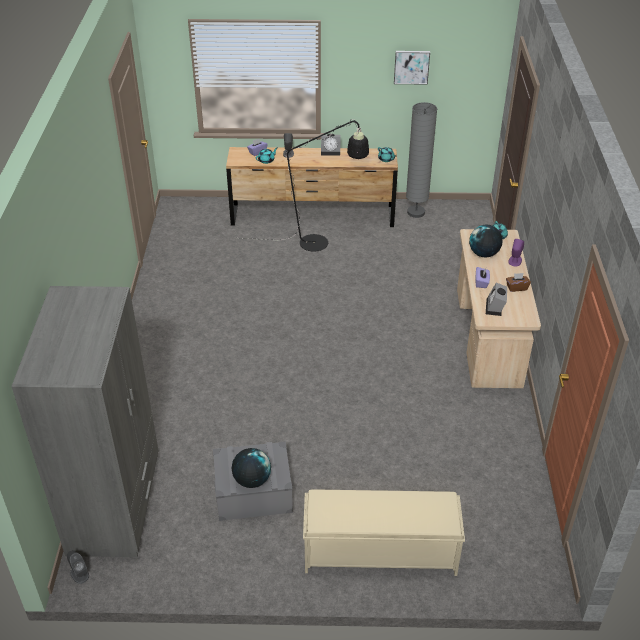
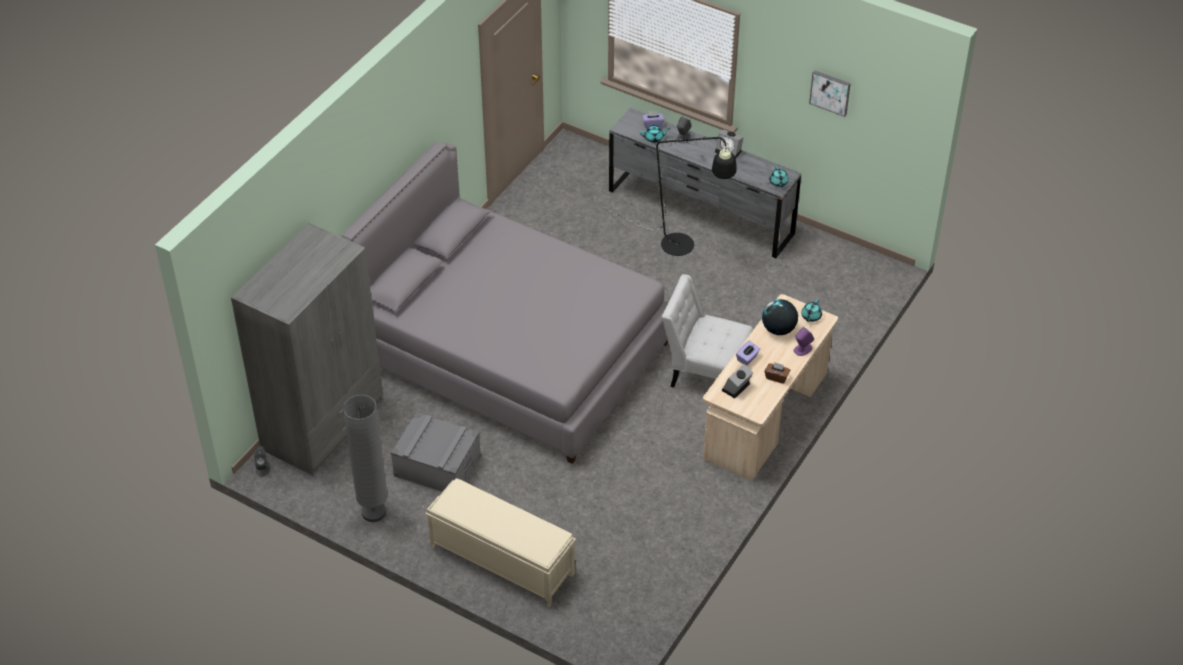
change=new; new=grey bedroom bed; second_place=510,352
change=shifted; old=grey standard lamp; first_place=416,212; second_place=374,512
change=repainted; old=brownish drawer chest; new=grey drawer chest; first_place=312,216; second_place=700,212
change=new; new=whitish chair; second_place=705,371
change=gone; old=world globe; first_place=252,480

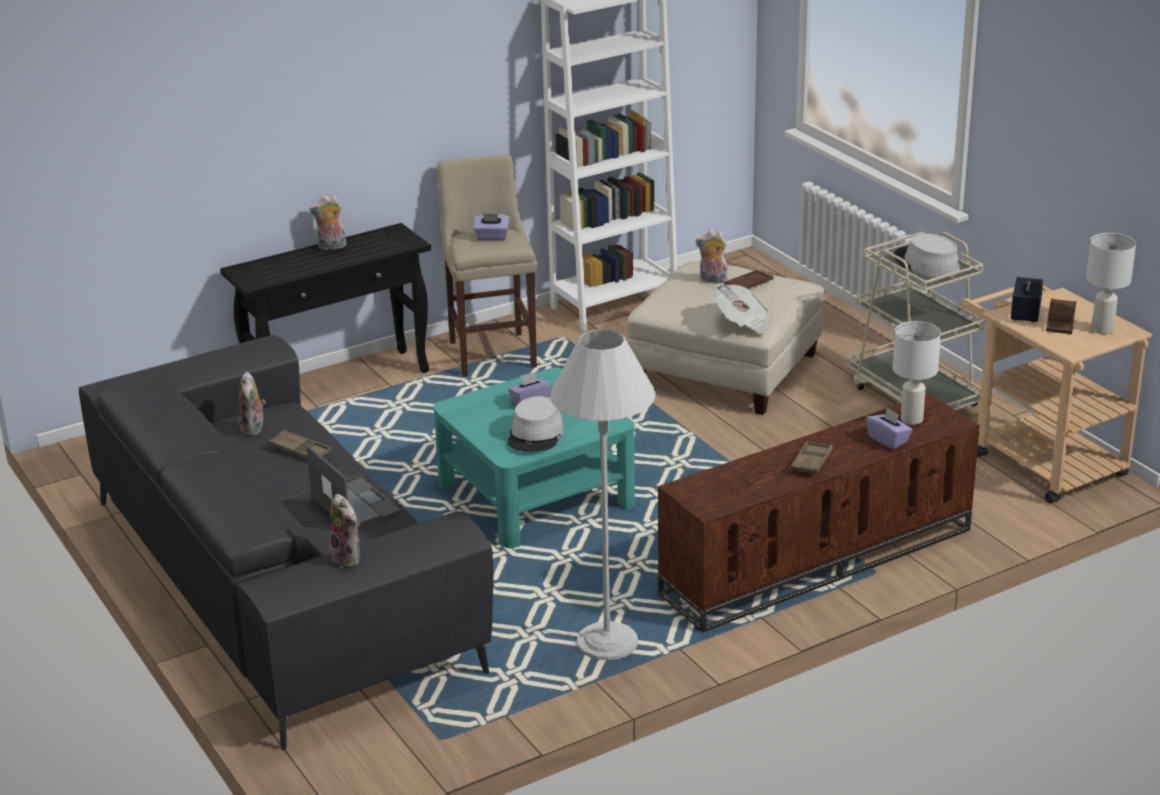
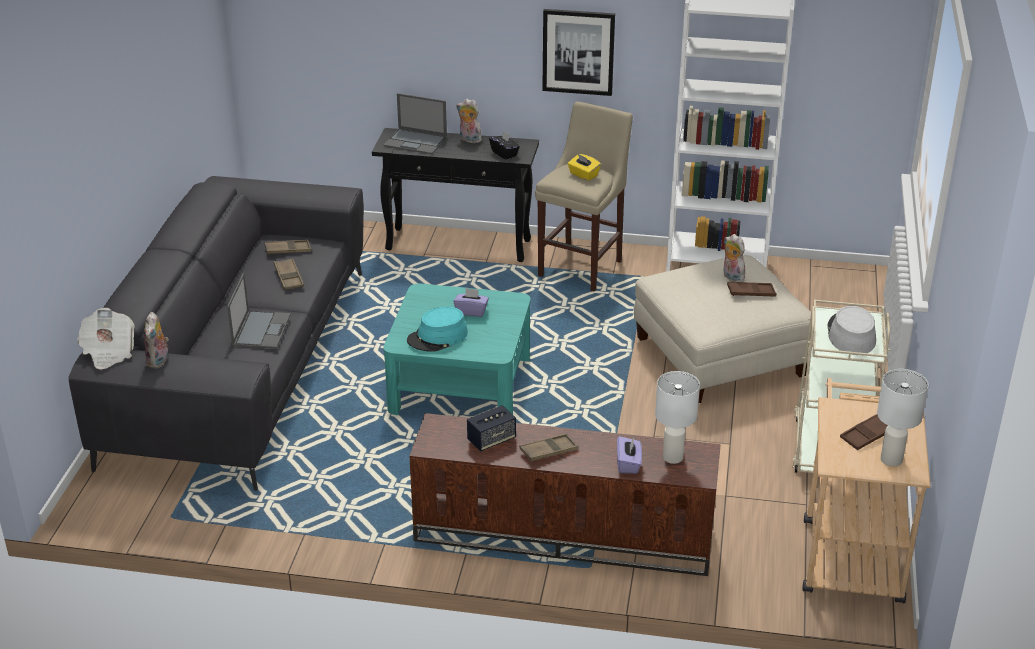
change=shifted; old=printed paper; first_place=743,323; second_place=108,352
change=swapped; old=cuddly toy; new=brownish serving tray; first_place=254,429; second_place=288,250
change=new; new=portable computer; second_place=416,142
change=repainted; old=grey hat; new=turquoise-coloured hat; first_place=536,435; second_place=437,337
change=shifted; old=audio speaker; first_place=1025,313; second_place=491,440
change=new; new=black-coloured tissue holder; second_place=504,153
change=new; new=wall picture; second_place=578,52
change=repainted; old=purple tissue holder; new=yellow tissue holder; first_place=492,237; second_place=583,175
change=gone; old=whitish standard lamp; first_place=607,642

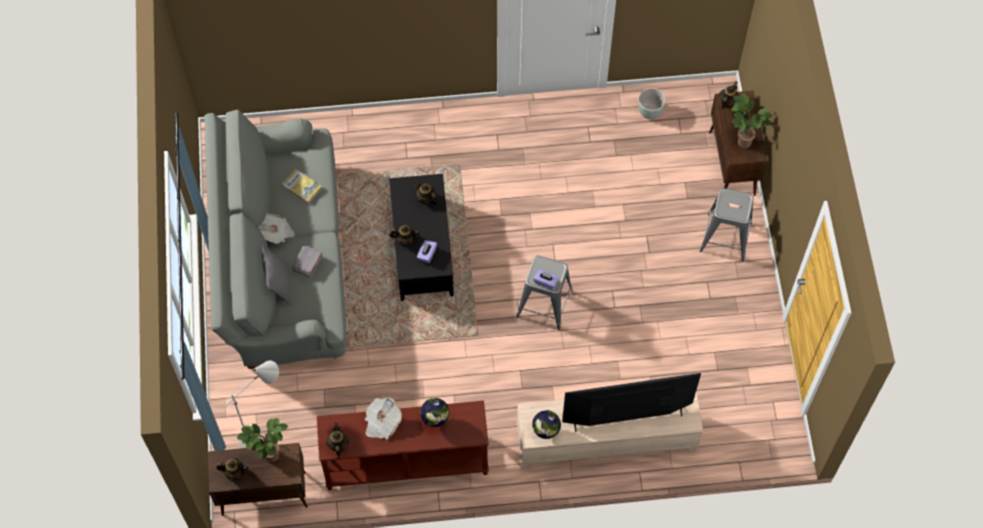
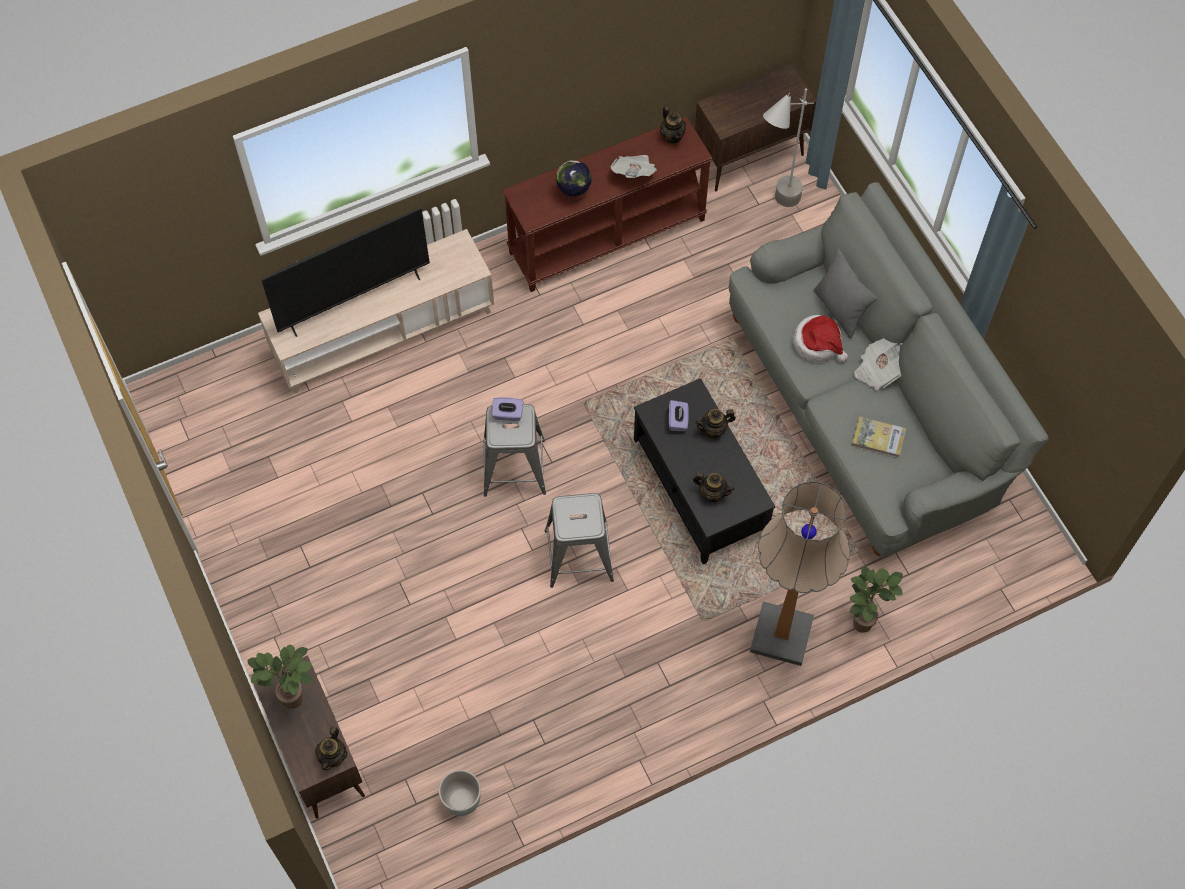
change=shifted; old=grey sitting stool; first_place=726,237; second_place=578,556
change=new; new=standard lamp; second_place=781,635
change=swapped; old=grey volume; new=hat; first_place=307,264; second_place=818,343
change=shifted; old=plant in a pot; first_place=270,458; second_place=863,620
change=gone; old=tea pot; first_place=234,473
change=gone; old=world globe; first_place=546,432

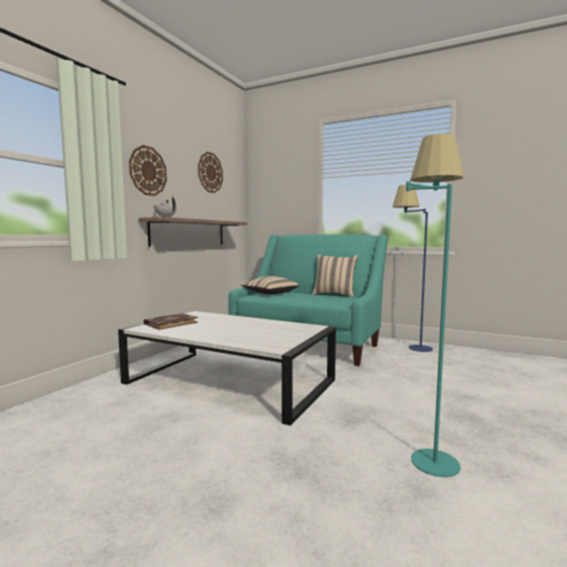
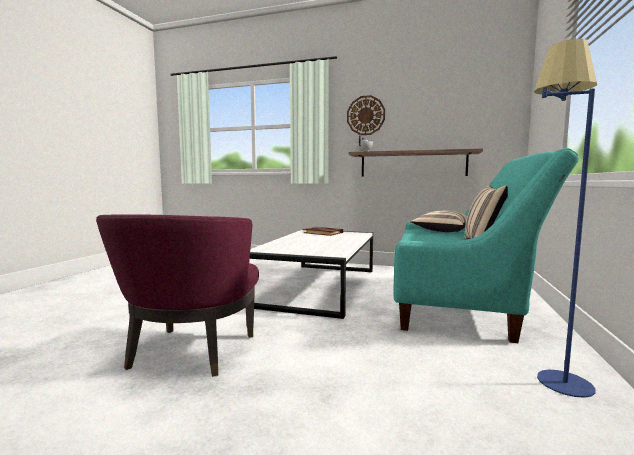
change=swapped; old=turquoise-coloured standard lamp; new=purple lounge chair; first_place=426,450; second_place=189,353
change=gone; old=hanging clock; first_place=210,172

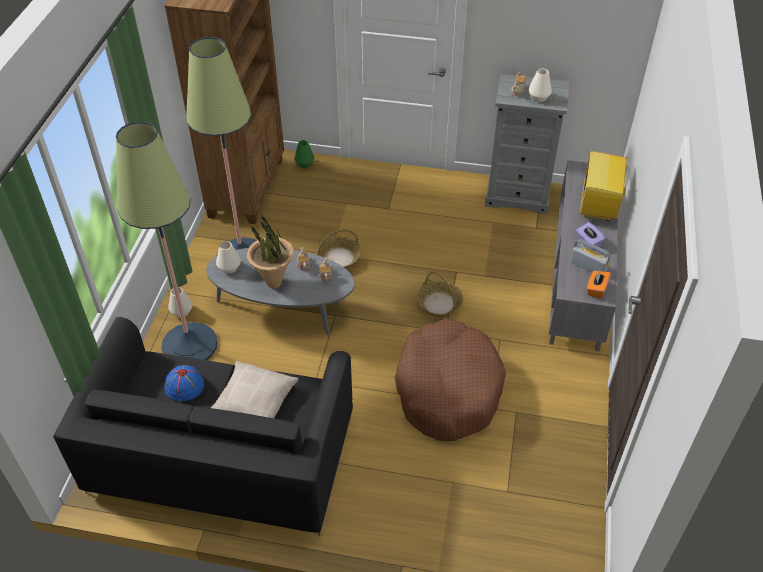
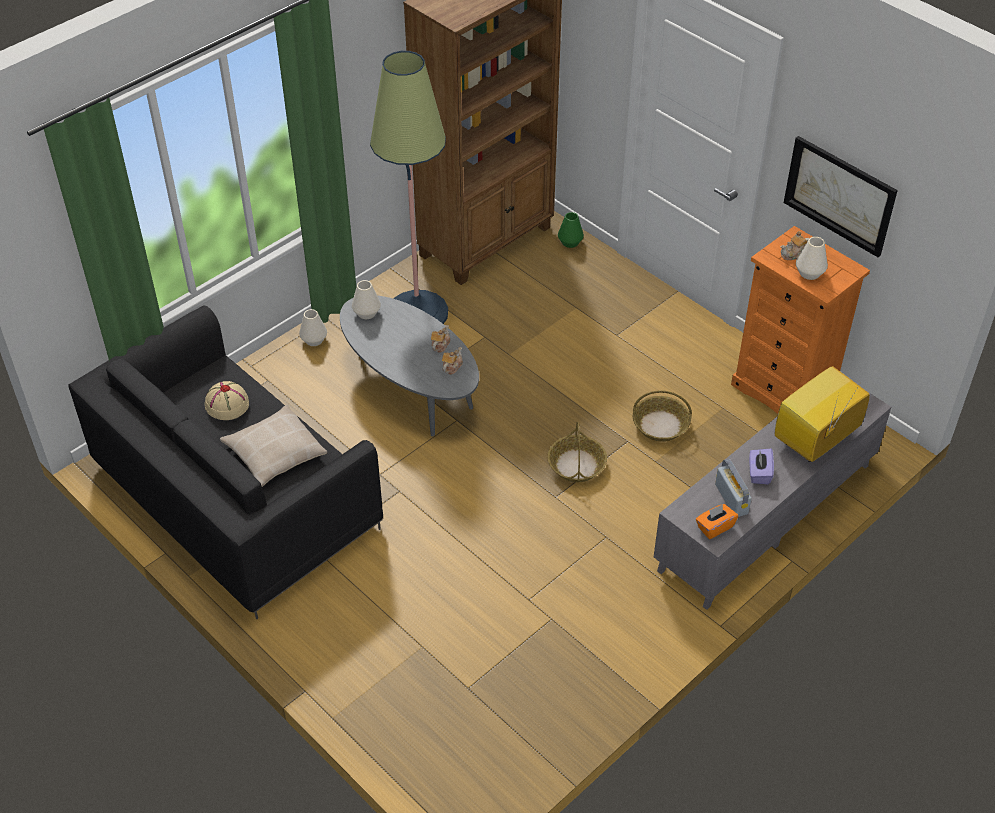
change=repainted; old=blue hat; new=beige-coloured hat; first_place=184,386; second_place=226,404
change=shifted; old=storage basket; first_place=338,258; second_place=661,425
change=repainted; old=grey drawer chest; new=orange drawer chest; first_place=518,195; second_place=784,391
change=new; new=wall picture; second_place=839,195
change=gone; old=standard lamp; first_place=189,345
change=gone; old=plant in a pot; first_place=274,283
change=gone; old=brownish dog bed; first_place=448,389

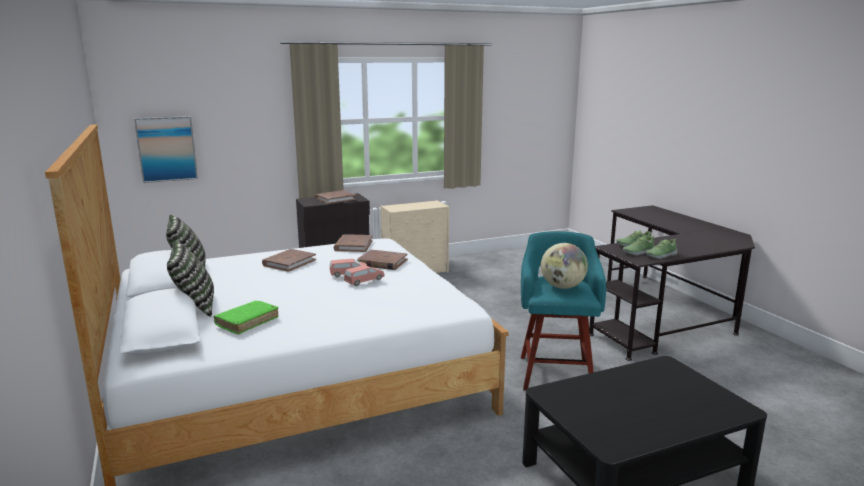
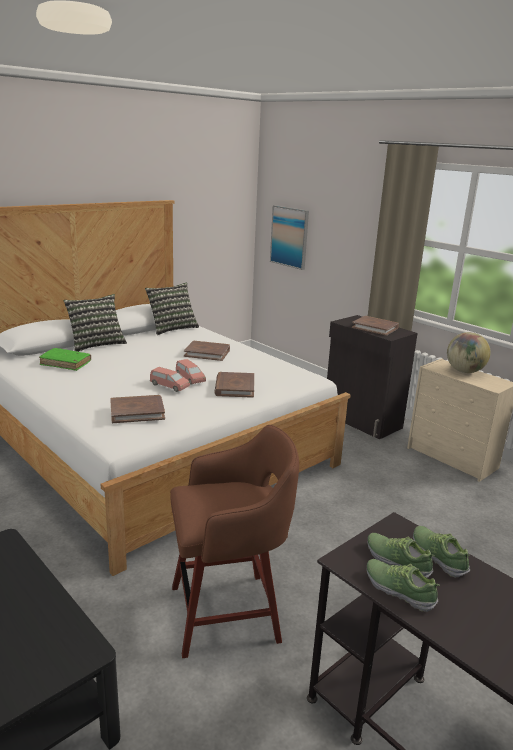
change=shifted; old=brownish volume; first_place=353,245; second_place=137,411
change=repainted; old=turquoise-coloured sitting stool; new=brownish sitting stool; first_place=556,373; second_place=228,613
change=shifted; old=world globe; first_place=562,287; second_place=464,371

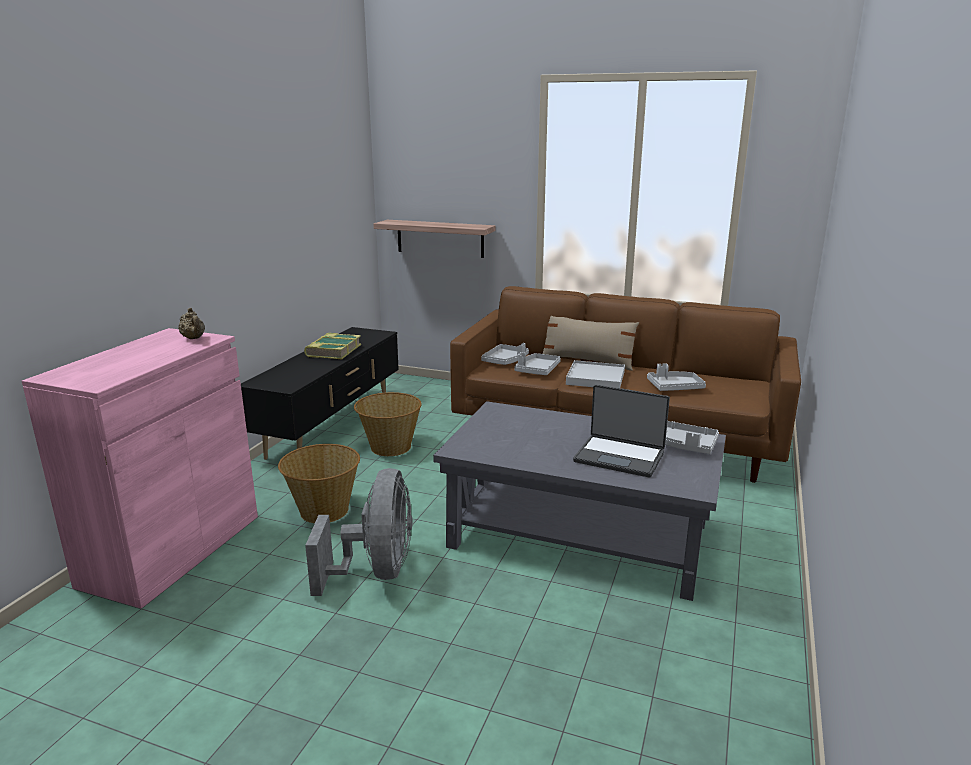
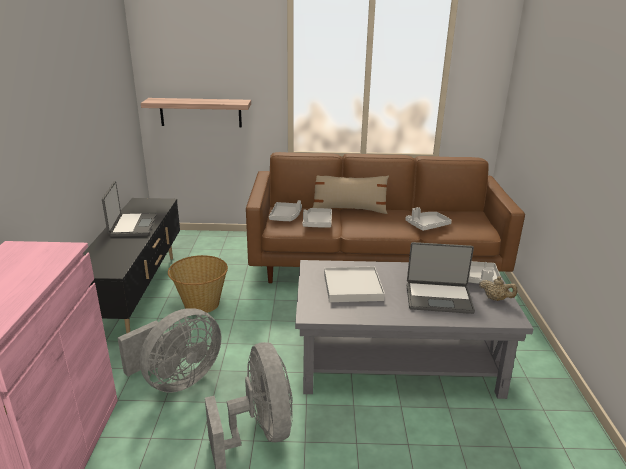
change=swapped; old=volume; new=portable computer; first_place=333,351; second_place=132,226
change=swapped; old=storage basket; new=grey fan; first_place=324,510; second_place=177,380
change=shifted; old=whitish serving tray; first_place=595,378; second_place=353,287
change=shifted; old=beige-coloured tea pot; first_place=194,338; second_place=495,299

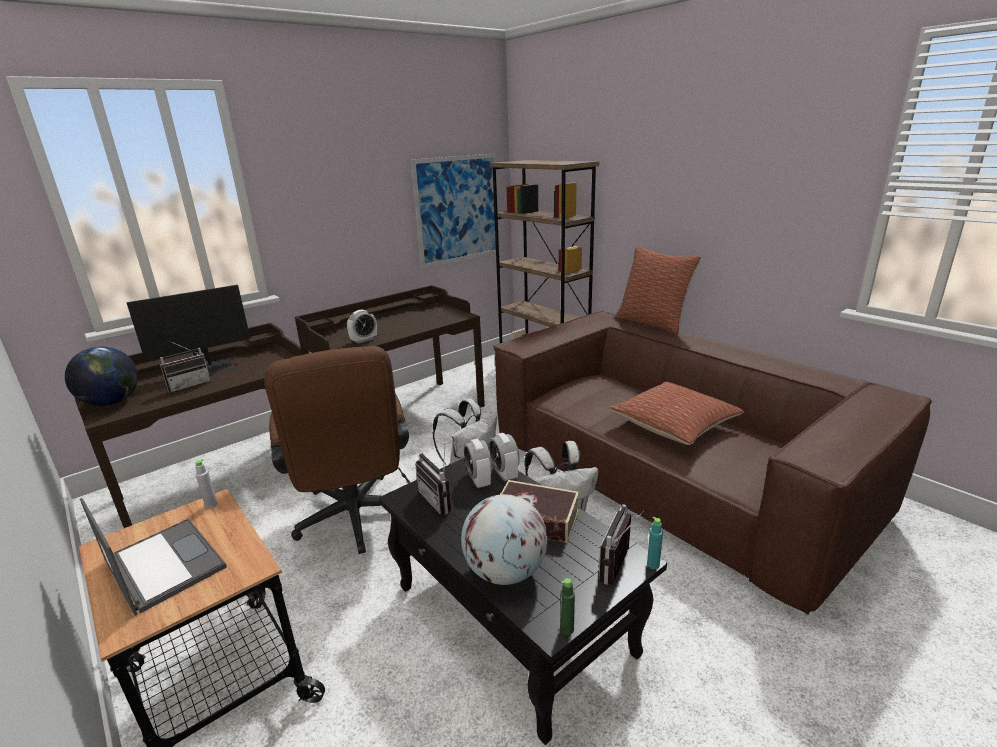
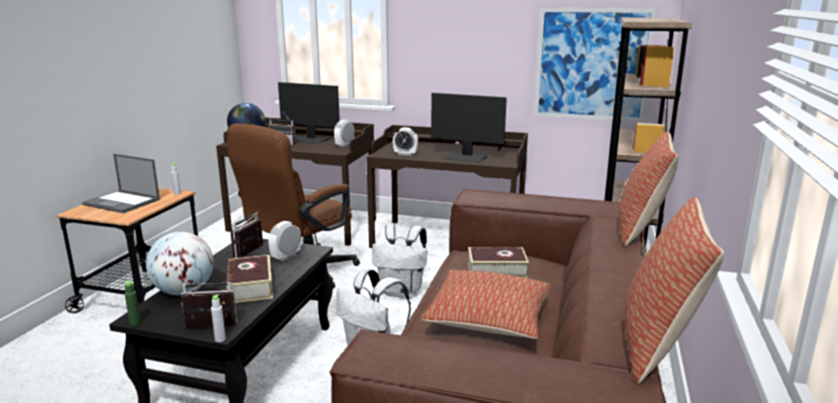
change=rotated; old=portable computer; first_place=163,564; second_place=122,202; degrees=105
change=repainted; old=turquoise-coloured drink bottle; new=grey drink bottle; first_place=653,565; second_place=220,339
change=shifted; old=alarm clock; first_place=504,474; second_place=345,145
change=new; new=computer display; second_place=465,158
change=new; new=volume; second_place=496,270
change=new; new=cushion; second_place=657,346

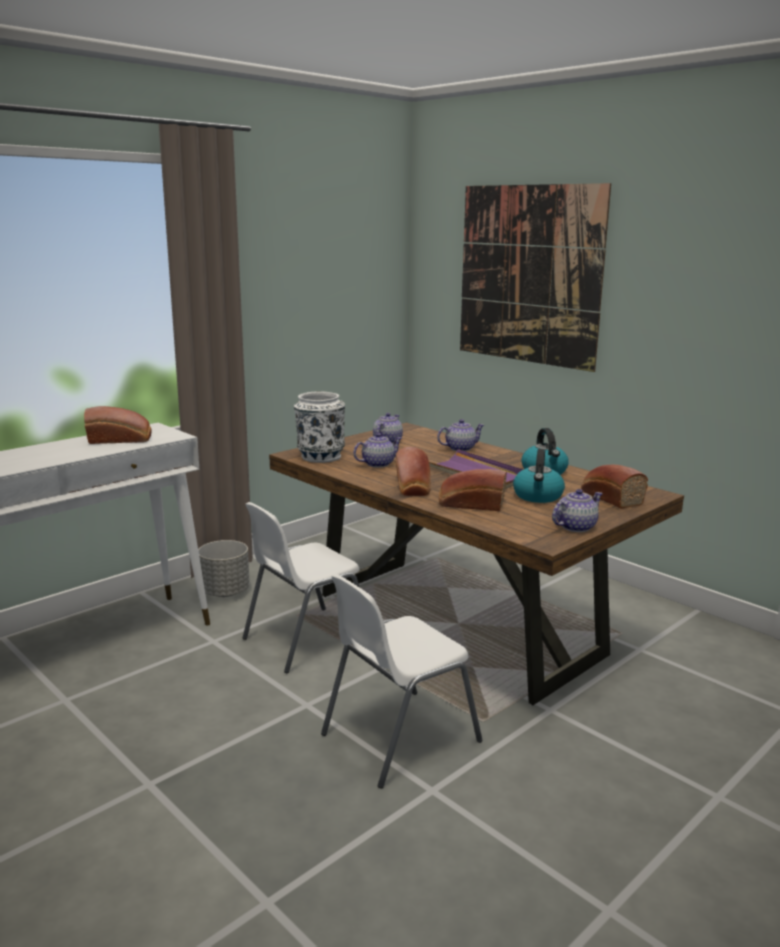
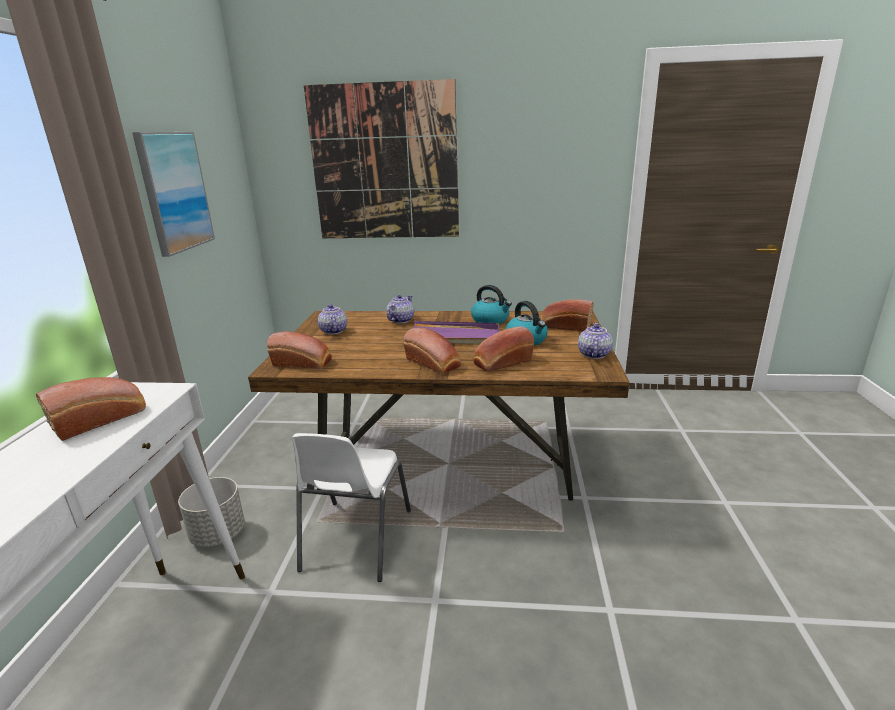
change=new; new=wall picture; second_place=174,192
change=swapped; old=whitish decorative vase; new=bakery bread; first_place=320,457; second_place=303,363
change=gone; old=whitish chair; first_place=397,738
change=gone; old=tea pot; first_place=377,464

